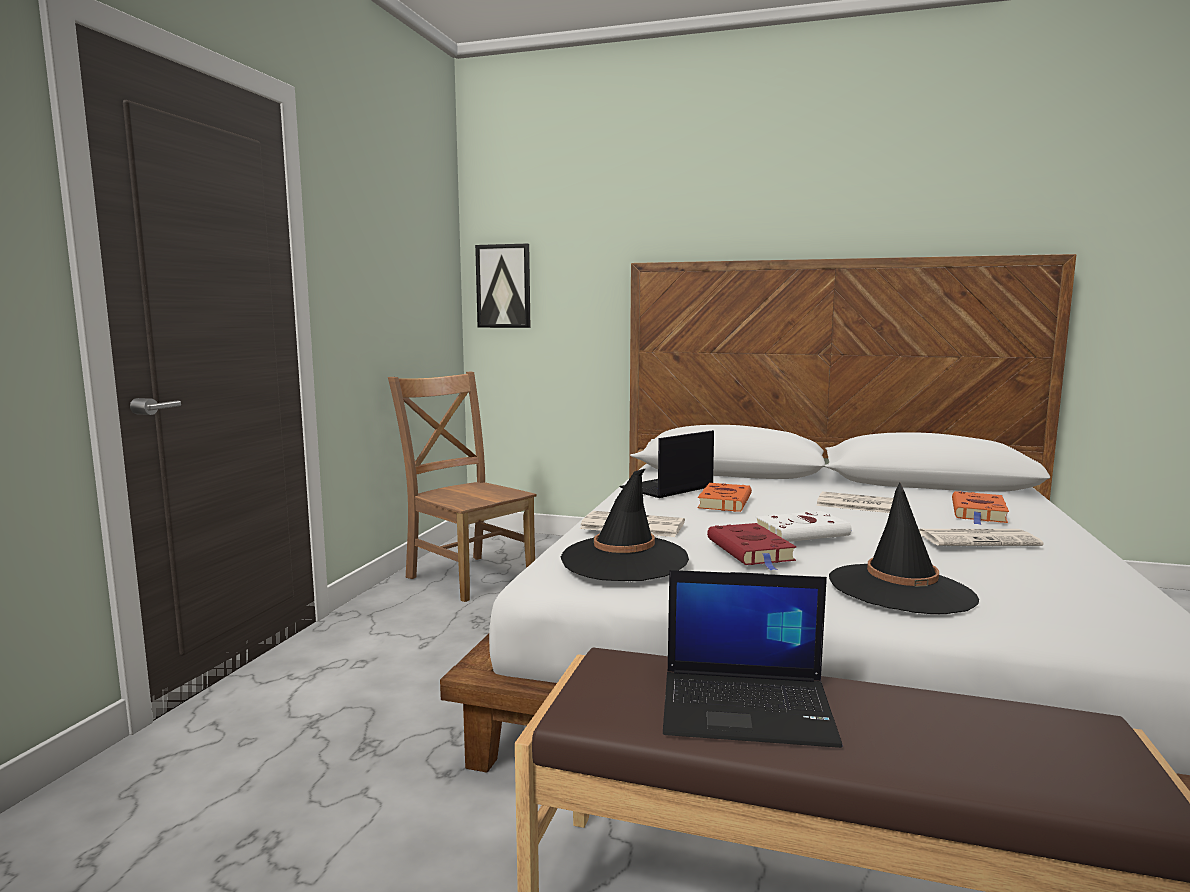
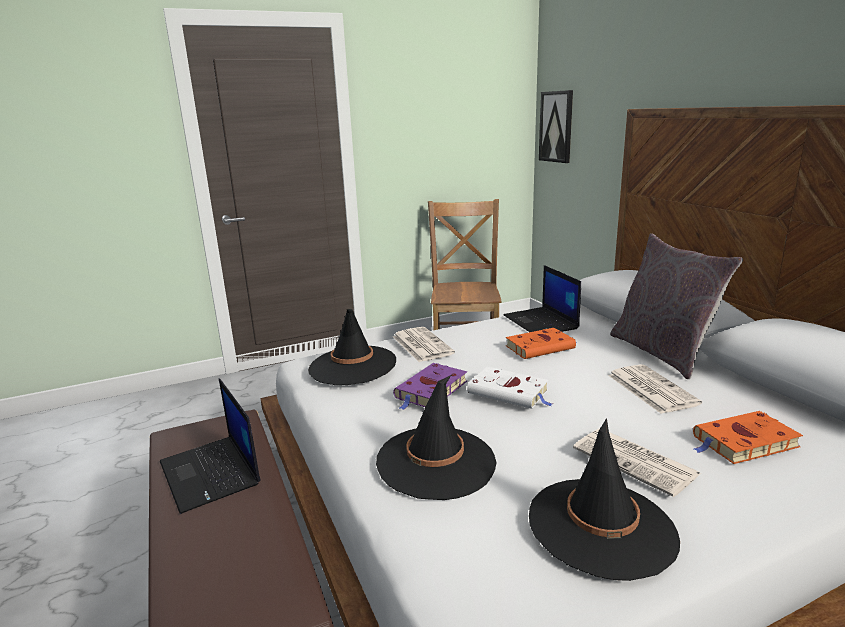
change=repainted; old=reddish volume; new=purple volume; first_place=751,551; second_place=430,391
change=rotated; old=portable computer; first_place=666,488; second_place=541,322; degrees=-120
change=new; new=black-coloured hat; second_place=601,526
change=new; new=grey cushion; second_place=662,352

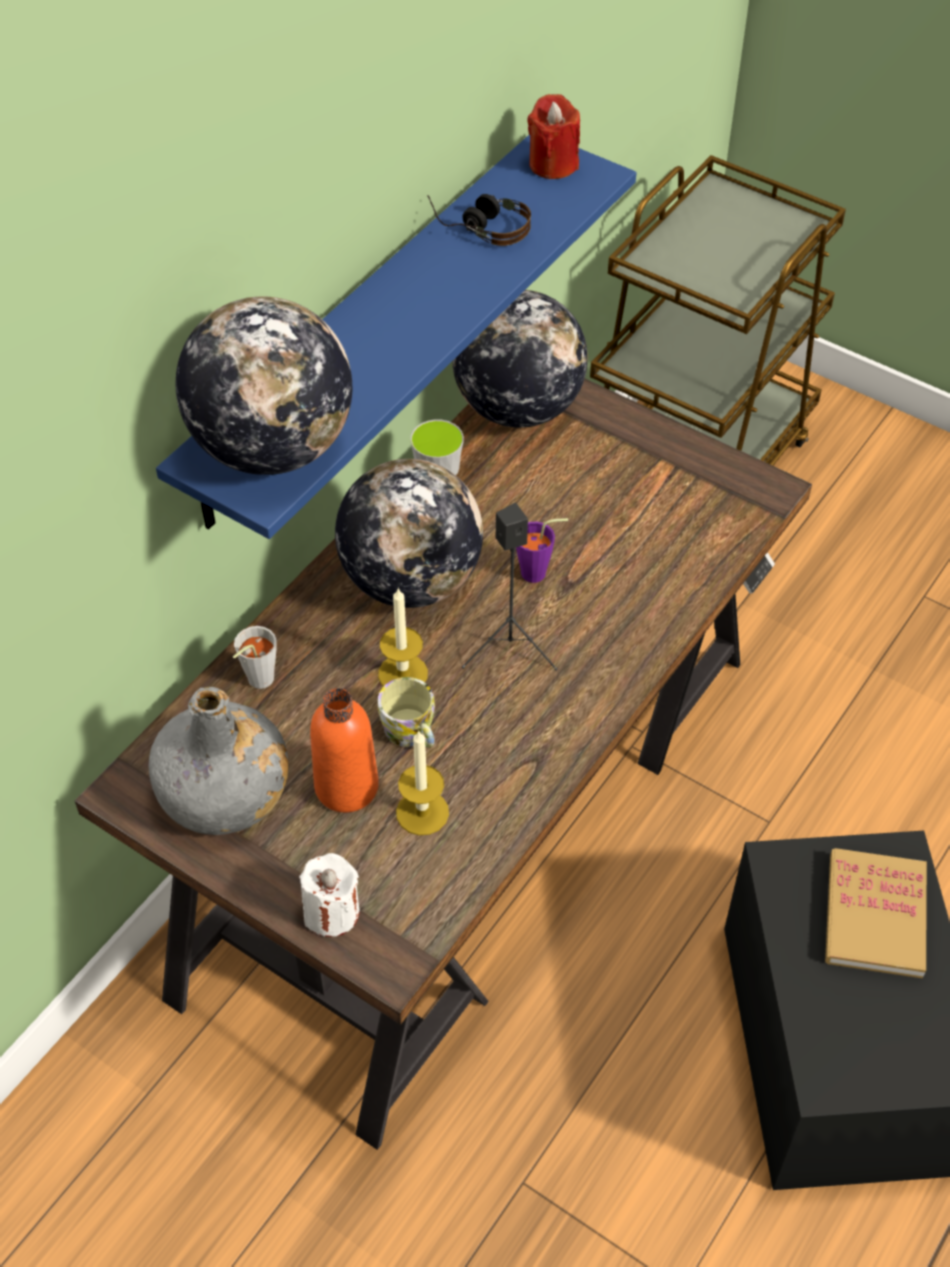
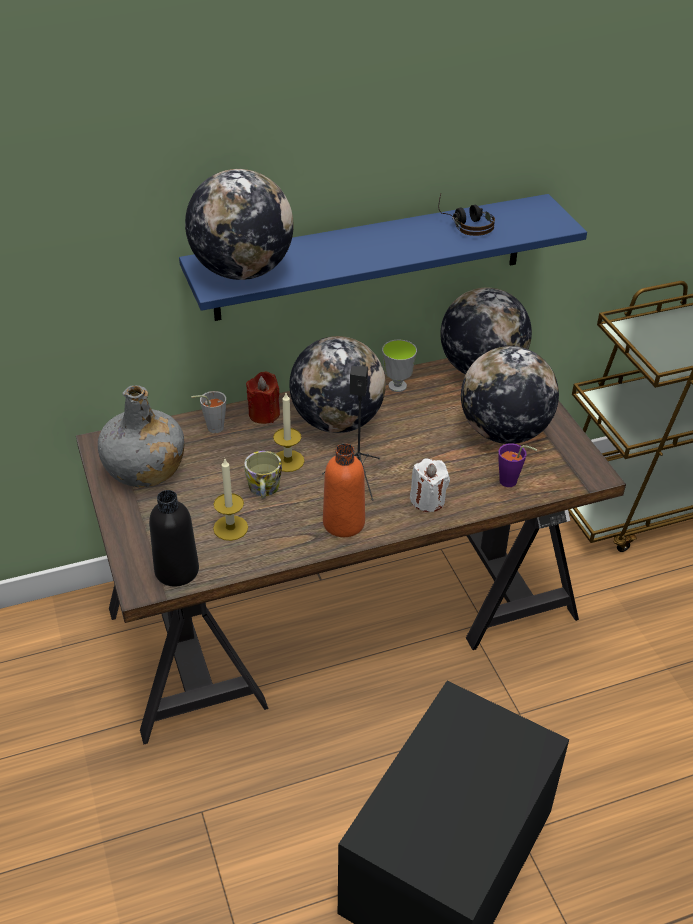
change=new; new=black-coloured drink bottle; second_place=177,571
change=shifted; old=reddish wax light; first_place=553,164; second_place=264,414
change=shifted; old=orange drink bottle; first_place=346,787; second_place=343,523
change=shifted; old=whitish wax light; first_place=331,912; second_place=428,500
change=new; new=world globe; second_place=504,432
change=shifted; old=purple cup; first_place=539,573; second_place=512,483
change=gone; old=volume; first_place=875,915

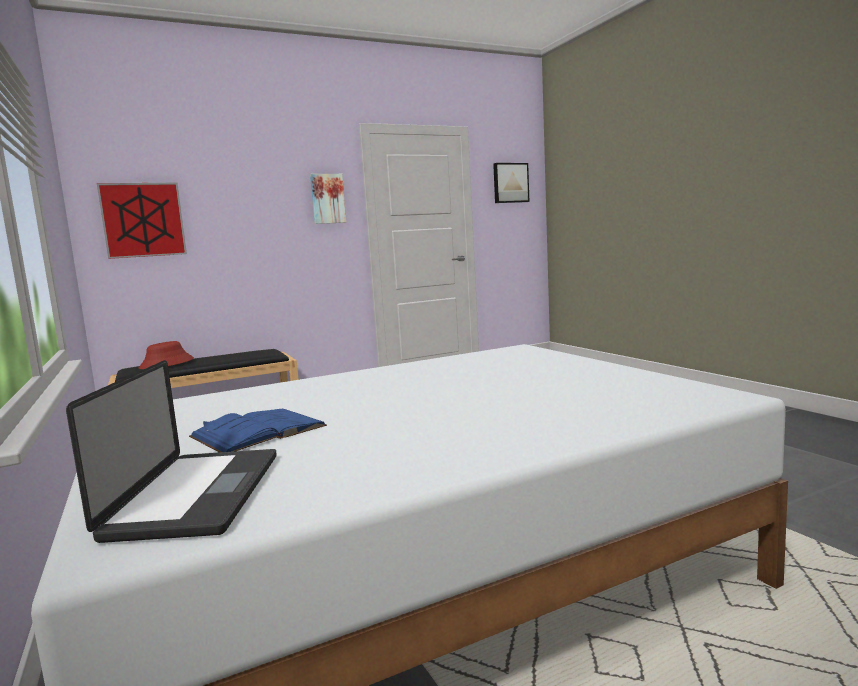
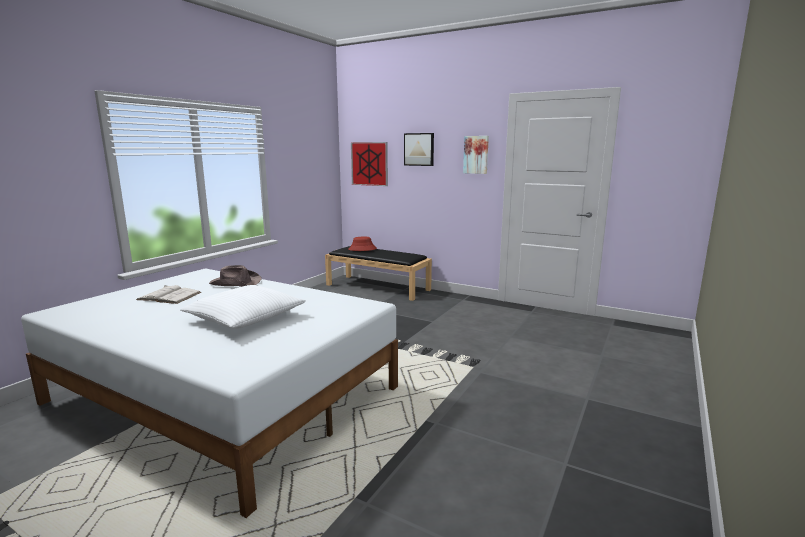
change=repainted; old=blue volume; new=whitish volume; first_place=258,431; second_place=169,296
change=new; new=whitish cushion; second_place=245,318
change=new; new=brownish hat; second_place=235,283
change=shifted; old=wall picture; first_place=510,183; second_place=419,149
change=gone; old=portable computer; first_place=197,494

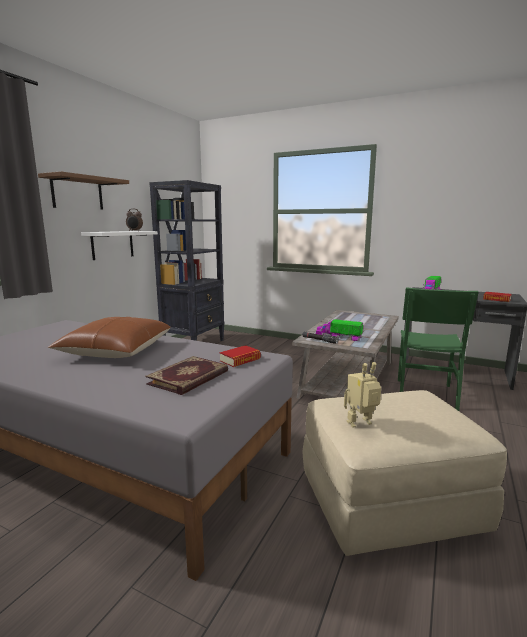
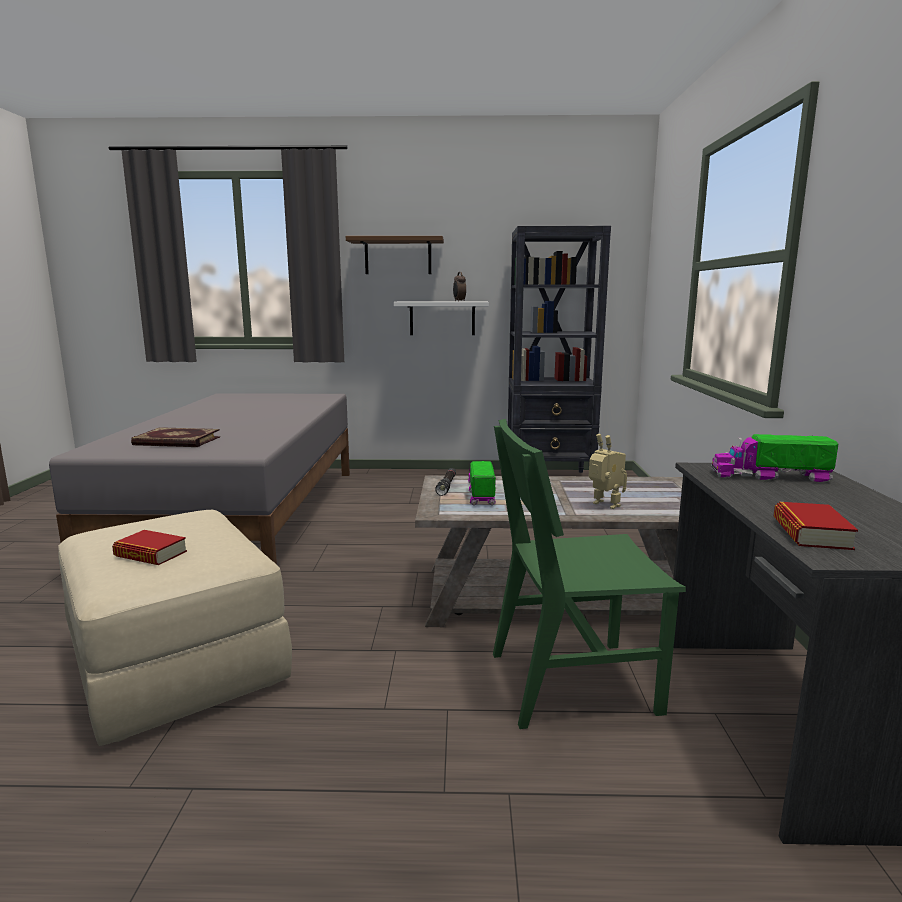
change=shifted; old=volume; first_place=240,360; second_place=150,554
change=shifted; old=toy robot; first_place=361,424; second_place=604,505
change=gone; old=brownish cushion; first_place=116,350

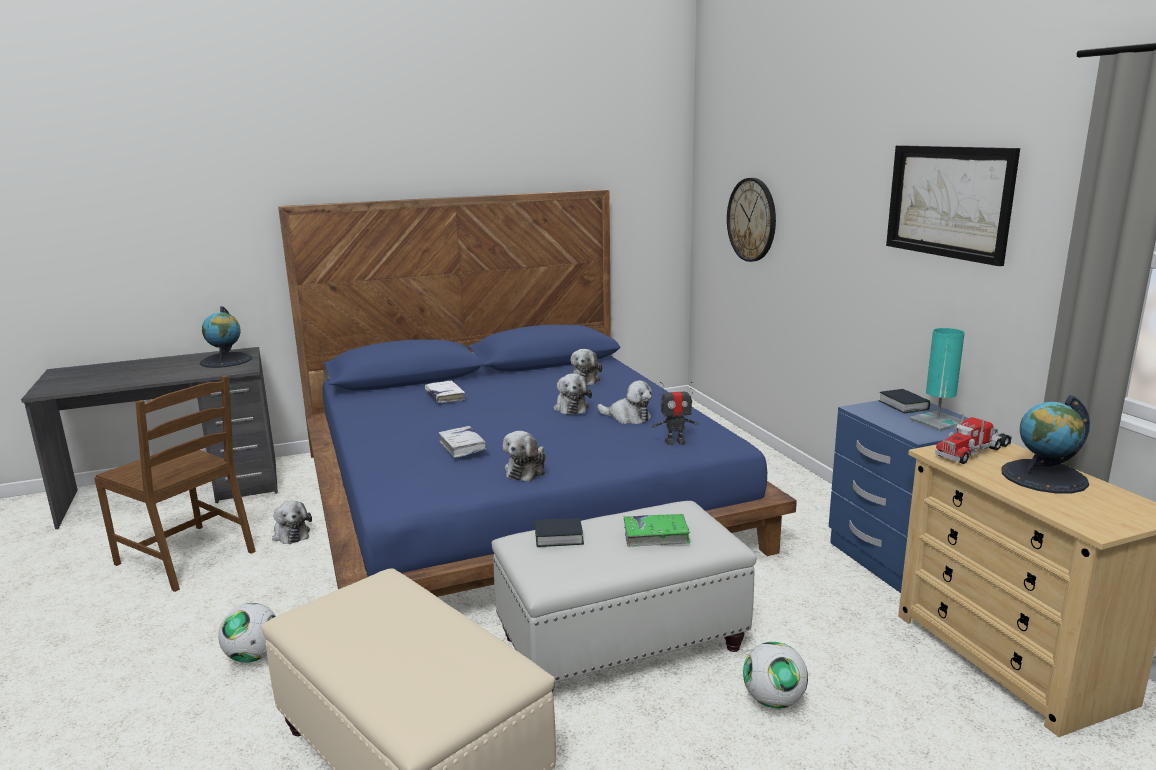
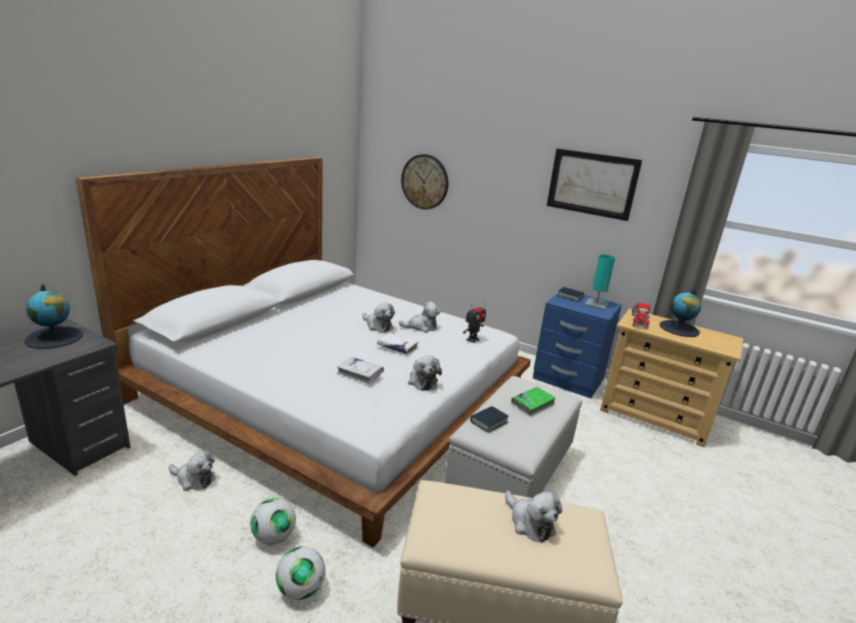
change=repainted; old=blue bedroom bed; new=whitish bedroom bed; first_place=516,497; second_place=335,396
change=shifted; old=football; first_place=773,701; second_place=273,537
change=shifted; old=whitish volume; first_place=445,396; second_place=397,347
change=shifted; old=cuddly toy; first_place=585,379; second_place=529,523
change=gone; old=brownish chair; first_place=188,557

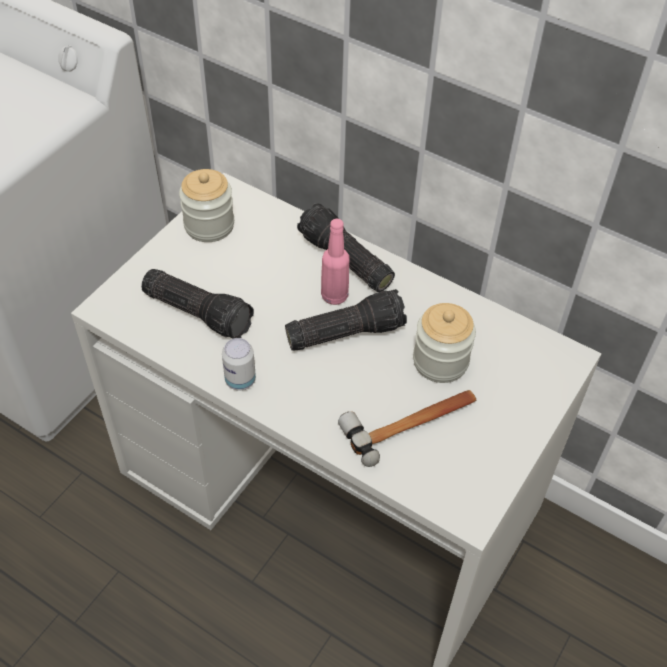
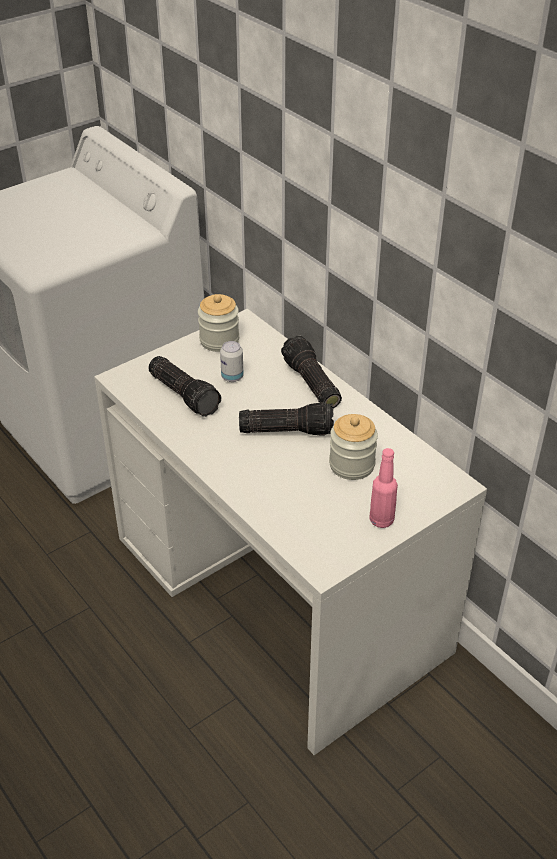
change=shifted; old=metal can; first_place=240,380; second_place=232,377
change=shifted; old=pinkish drink bottle; first_place=334,296; second_place=381,520
change=gone; old=tool hammer; first_place=411,422

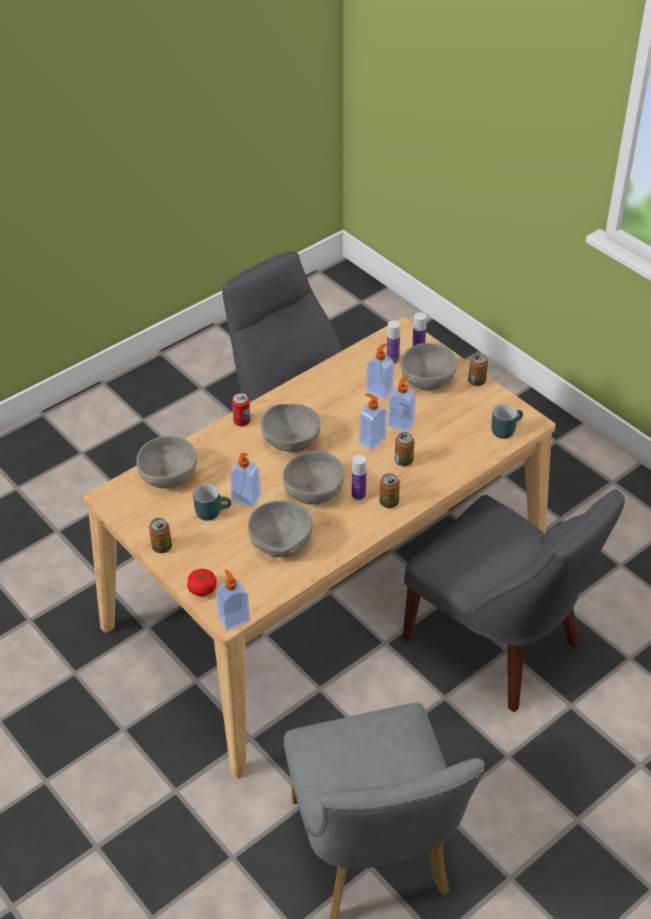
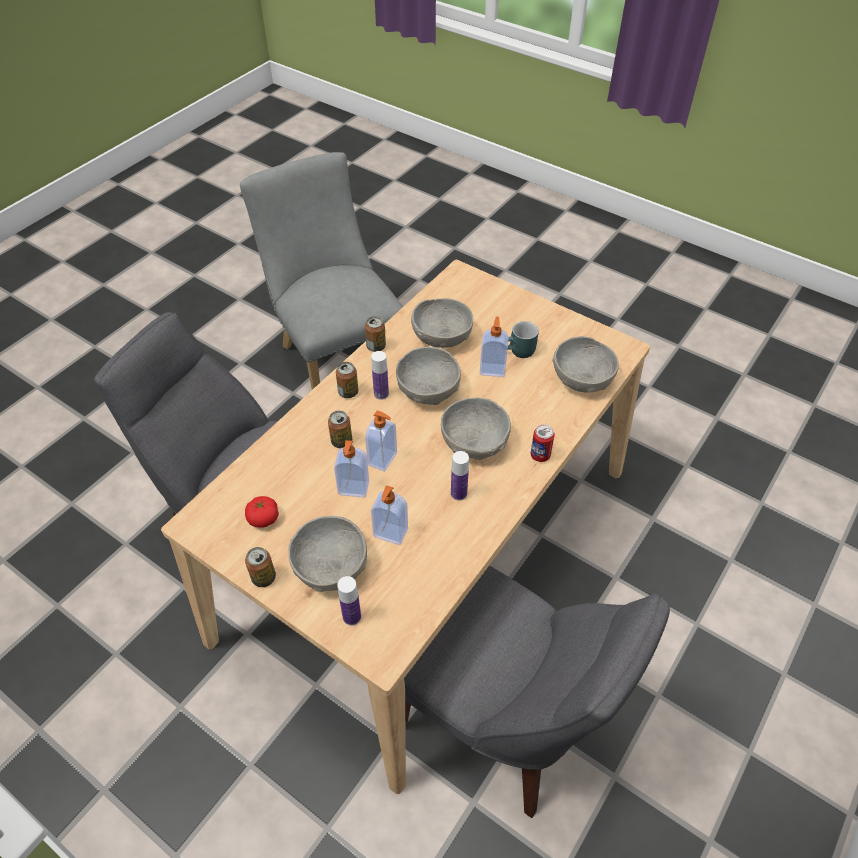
change=shifted; old=fresh tomato; first_place=202,589; second_place=263,518
change=shifted; old=metal can; first_place=162,547; second_place=376,346
change=shifted; old=drink bottle; first_place=392,360; second_place=458,493
change=gone; old=soap dispenser; first_place=234,619
change=gone; old=turquoise-coloured mug; first_place=505,429

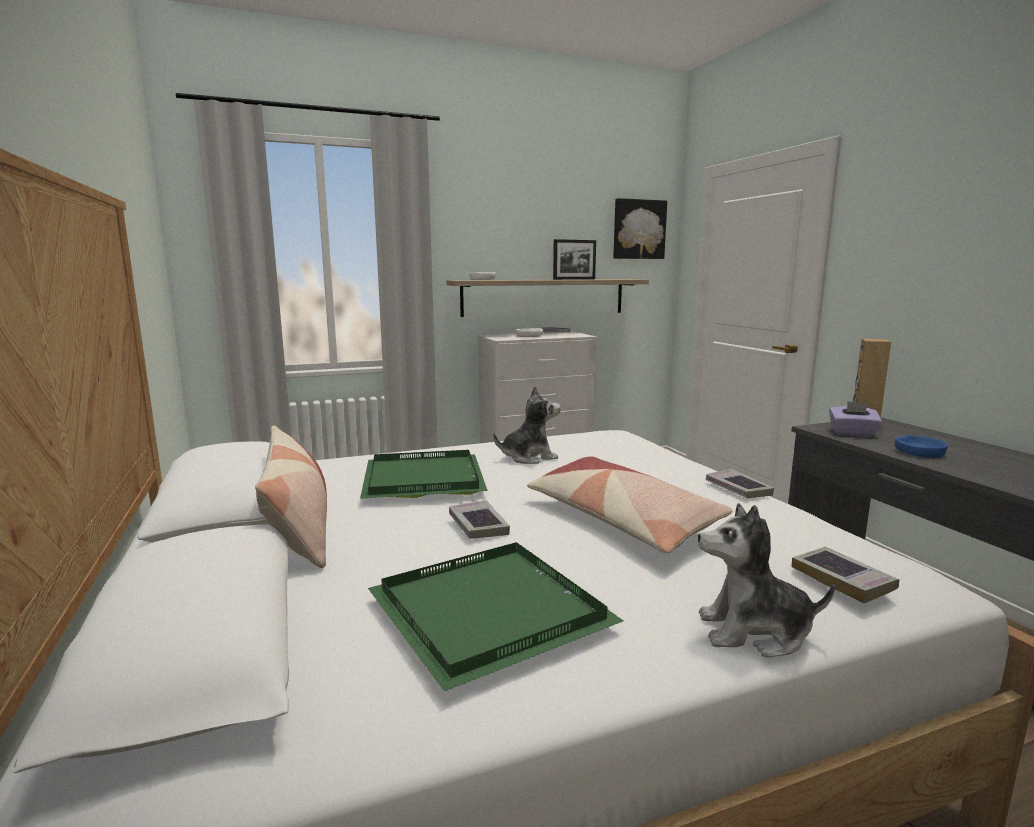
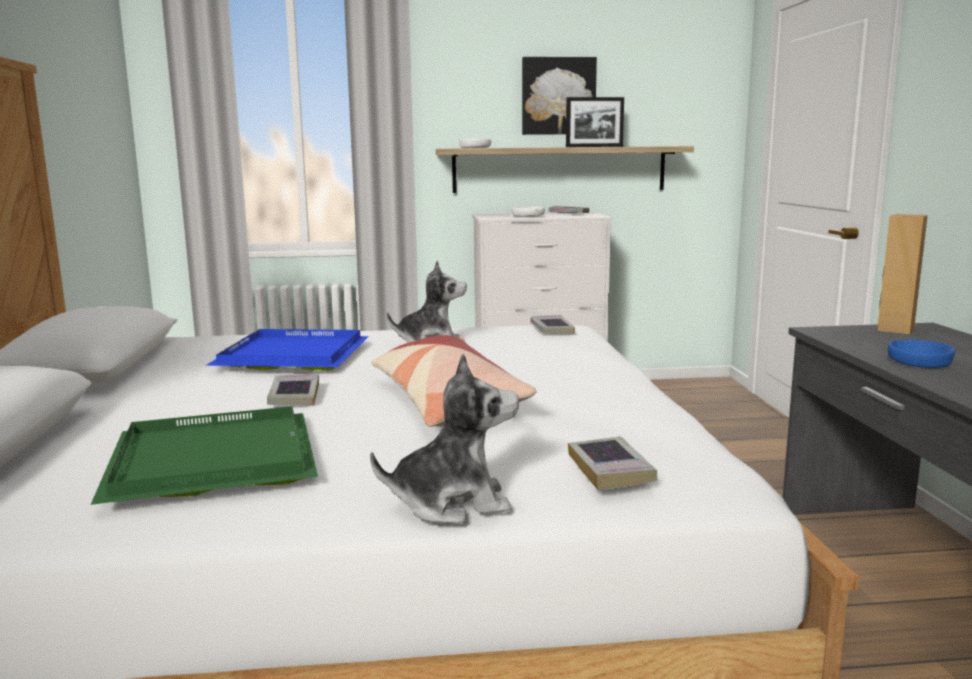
change=repainted; old=green serving tray; new=blue serving tray; first_place=426,480; second_place=295,356
change=rotated; old=cuddly toy; first_place=754,632; second_place=452,503; degrees=150
change=shifted; old=wall picture; first_place=638,229; second_place=558,96
change=shifted; old=volume; first_place=738,489; second_place=551,329
change=gone; old=cushion; first_place=298,530
change=gone; old=purple tissue holder; first_place=852,433

